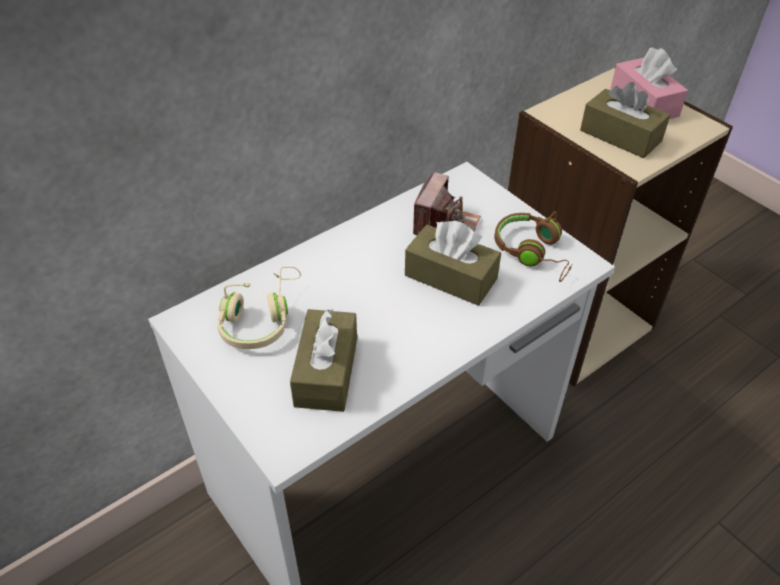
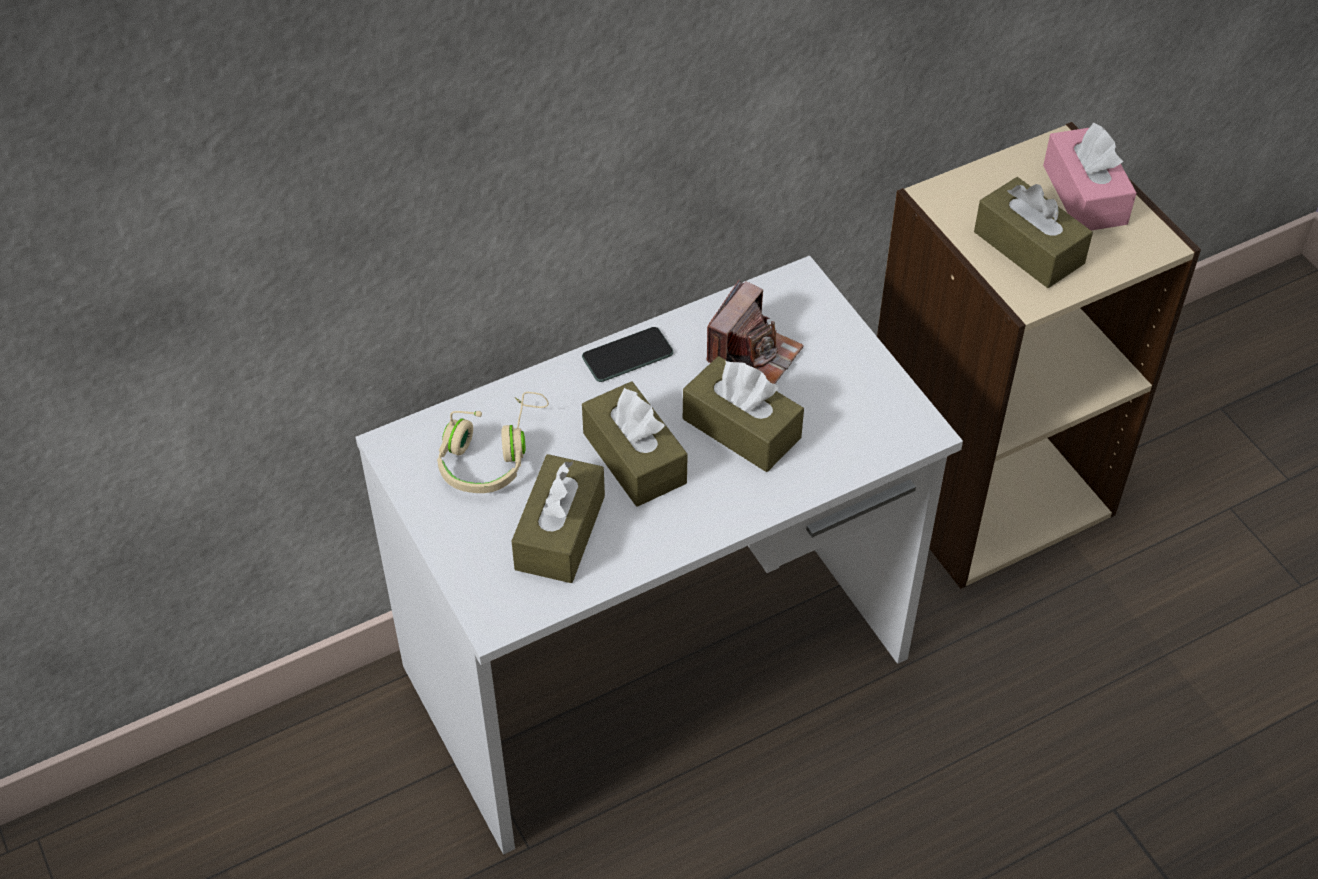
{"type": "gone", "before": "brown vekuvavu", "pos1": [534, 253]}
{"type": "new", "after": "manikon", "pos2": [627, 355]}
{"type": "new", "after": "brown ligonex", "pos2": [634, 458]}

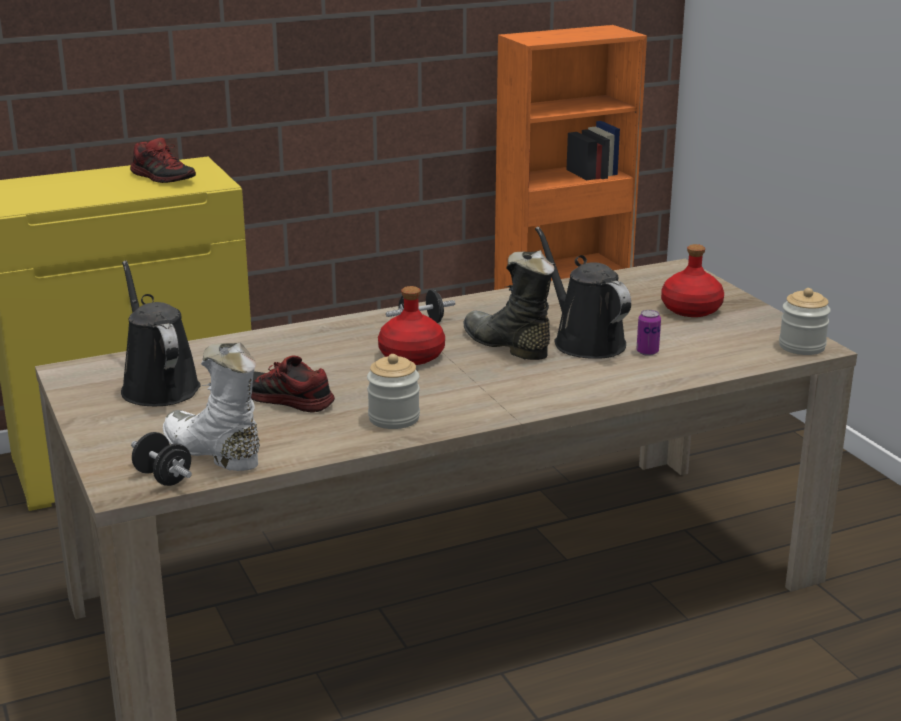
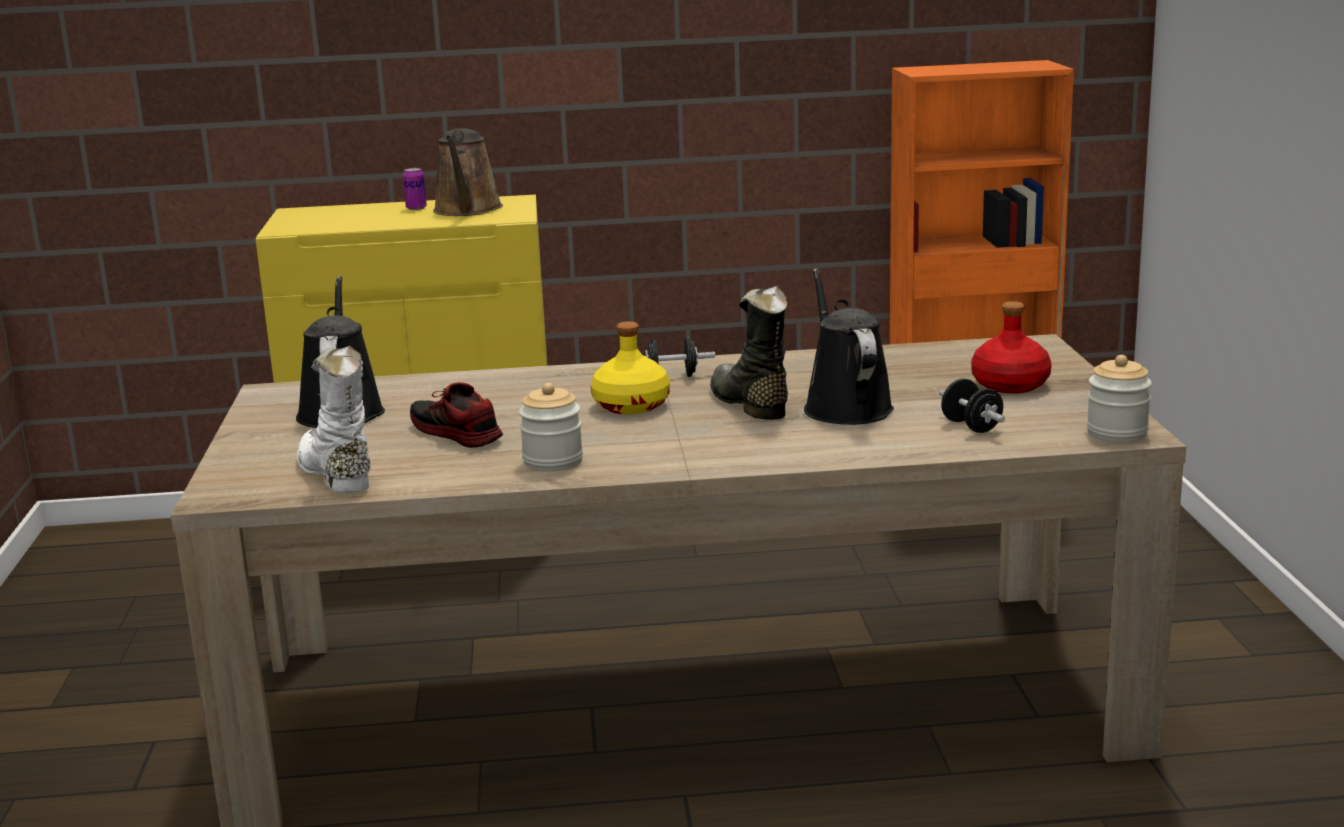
{"type": "swapped", "before": "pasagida", "after": "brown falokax", "pos1": [163, 178], "pos2": [467, 210]}
{"type": "shifted", "before": "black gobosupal", "pos1": [163, 477], "pos2": [971, 426]}
{"type": "repainted", "before": "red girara", "after": "yellow girara", "pos1": [412, 356], "pos2": [632, 406]}
{"type": "shifted", "before": "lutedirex", "pos1": [647, 352], "pos2": [416, 208]}

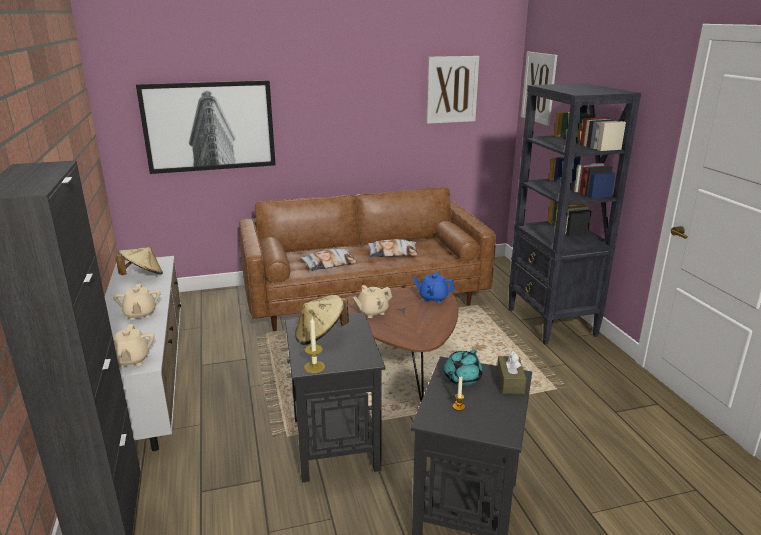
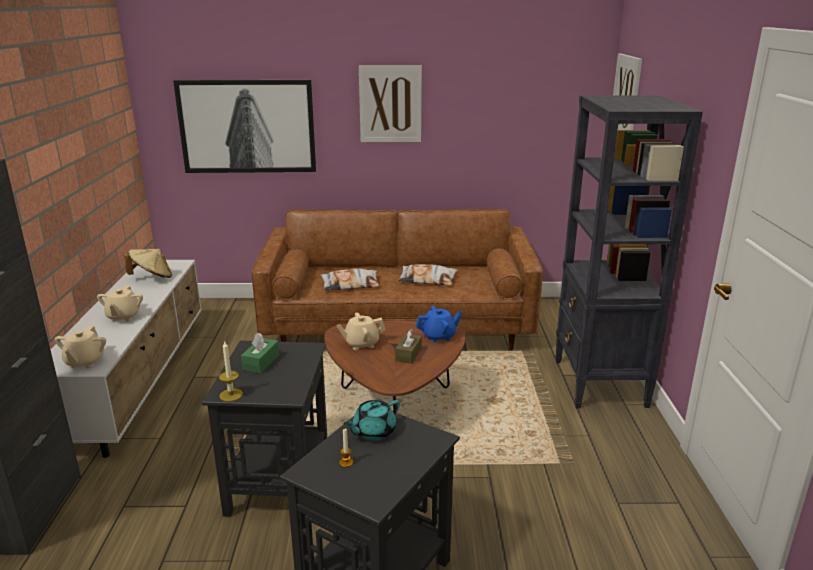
{"type": "swapped", "before": "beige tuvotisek", "after": "green ligonex", "pos1": [320, 336], "pos2": [261, 362]}
{"type": "rotated", "before": "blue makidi", "pos1": [433, 298], "pos2": [438, 336], "turn": 135}
{"type": "shifted", "before": "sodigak", "pos1": [452, 89], "pos2": [390, 104]}
{"type": "shifted", "before": "brown ligonex", "pos1": [510, 382], "pos2": [408, 354]}

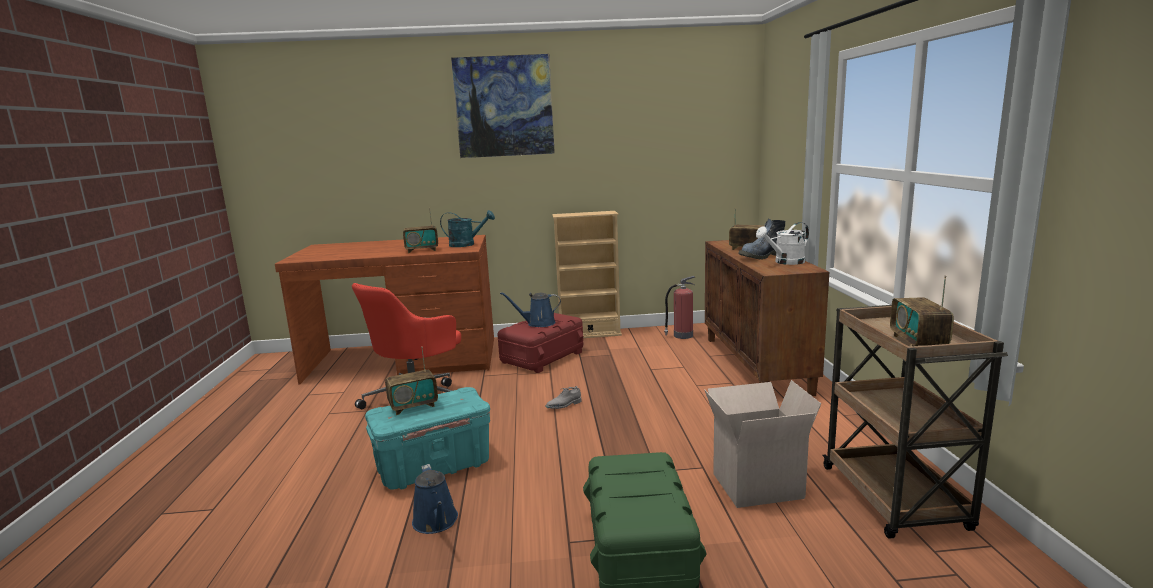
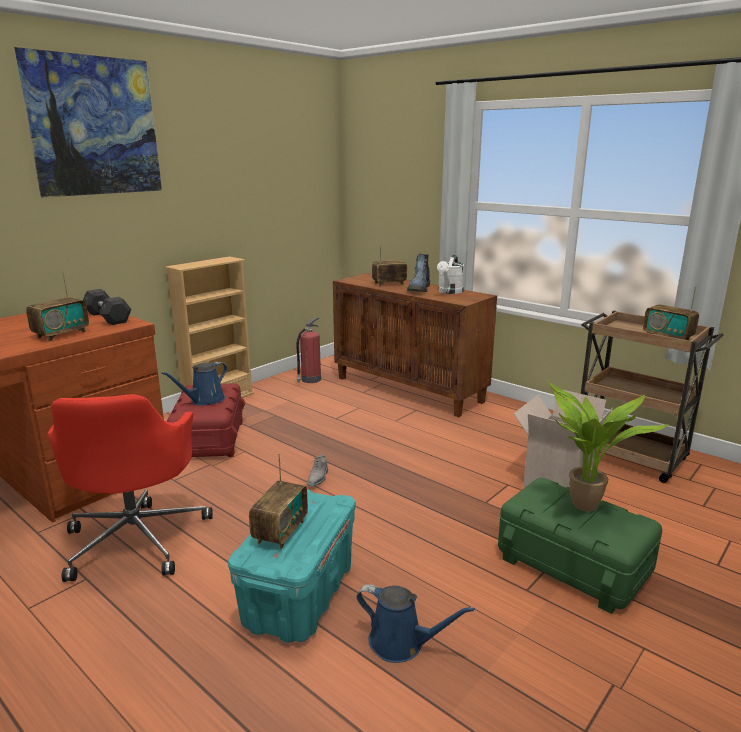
{"type": "swapped", "before": "turquoise falokax", "after": "grey gobosupal", "pos1": [467, 244], "pos2": [107, 317]}
{"type": "new", "after": "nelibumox", "pos2": [584, 508]}

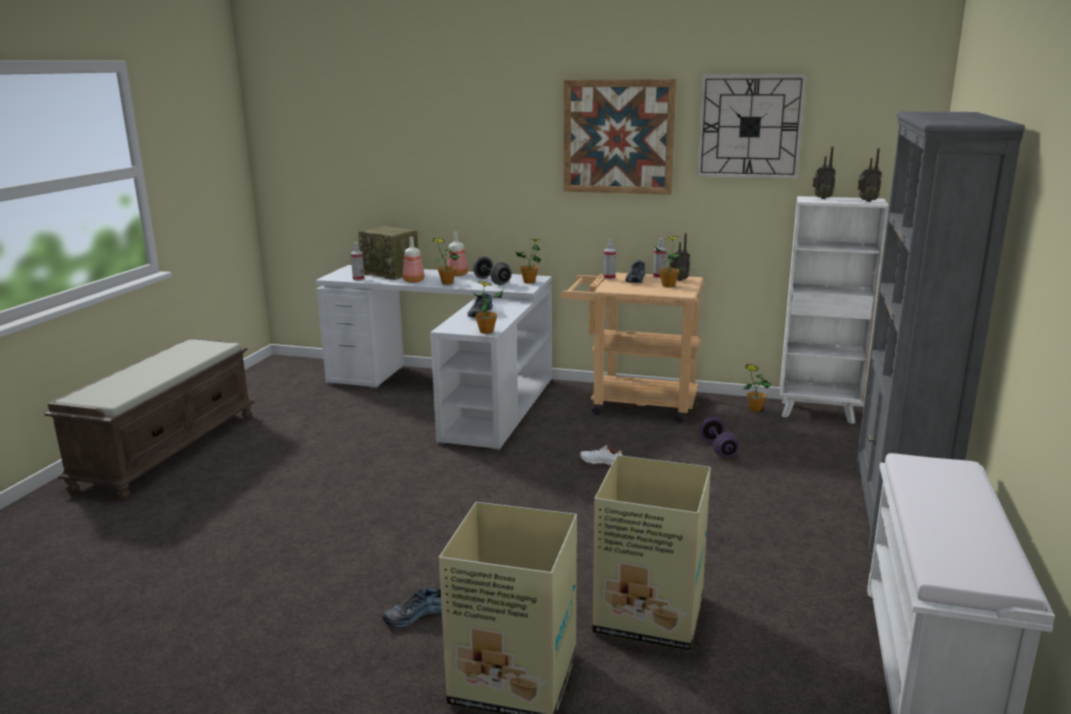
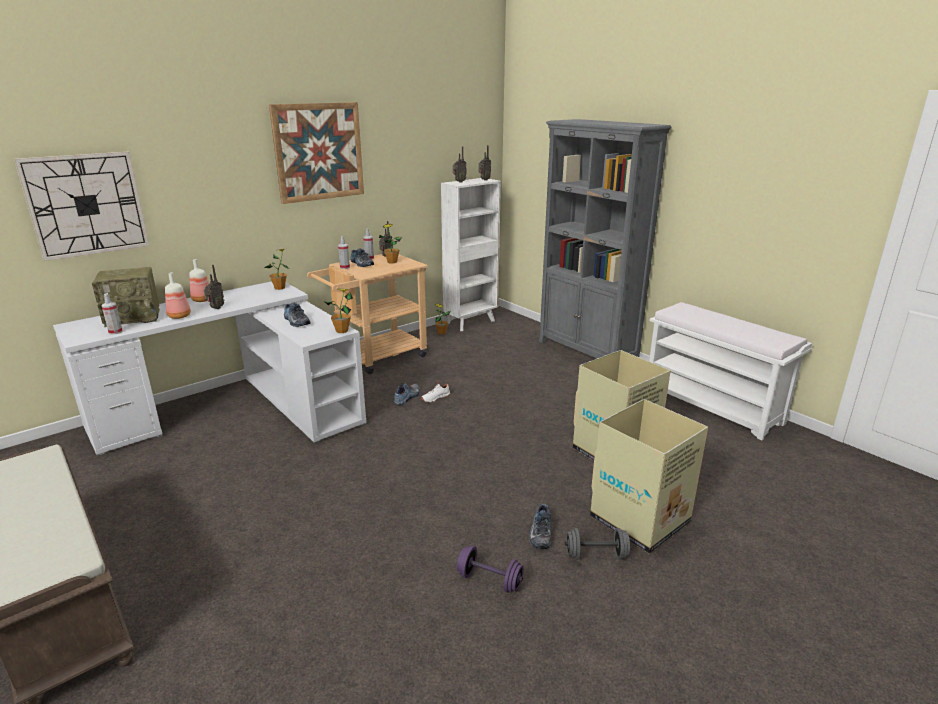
{"type": "swapped", "before": "nelibumox", "after": "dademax", "pos1": [447, 283], "pos2": [215, 308]}
{"type": "shifted", "before": "grey gobosupal", "pos1": [492, 281], "pos2": [596, 555]}
{"type": "shifted", "before": "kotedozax", "pos1": [750, 126], "pos2": [86, 205]}
{"type": "shifted", "before": "purple gobosupal", "pos1": [718, 449], "pos2": [489, 580]}
{"type": "new", "after": "pasagida", "pos2": [408, 397]}

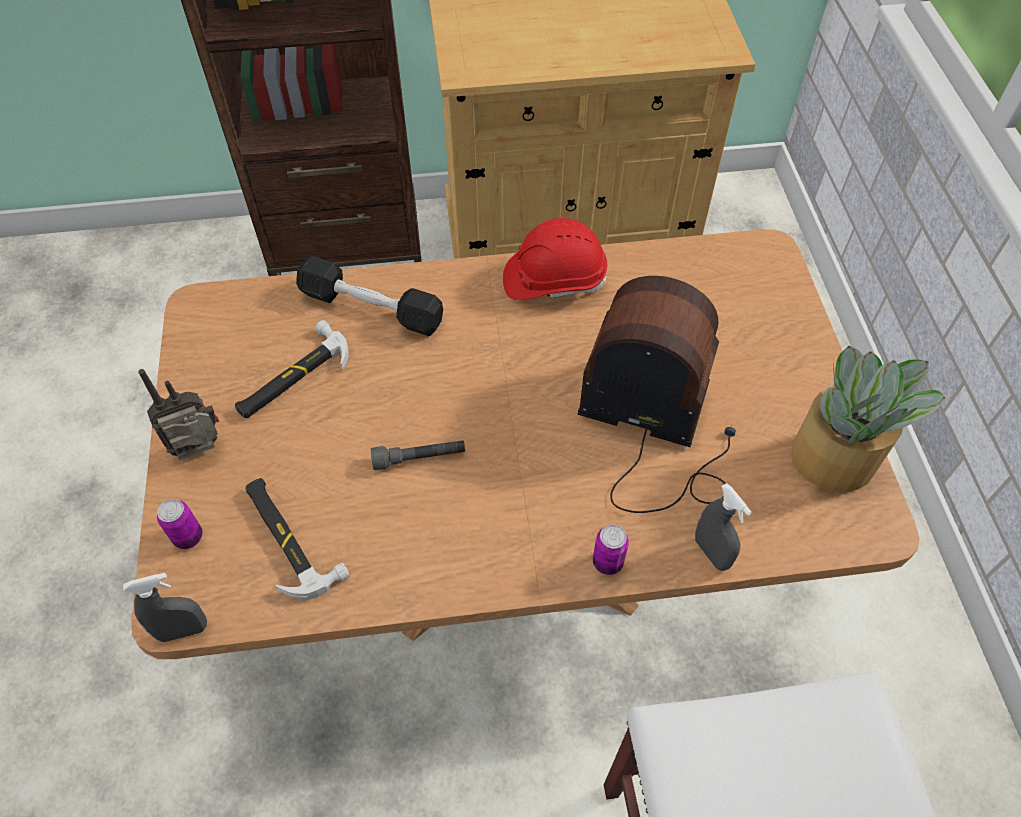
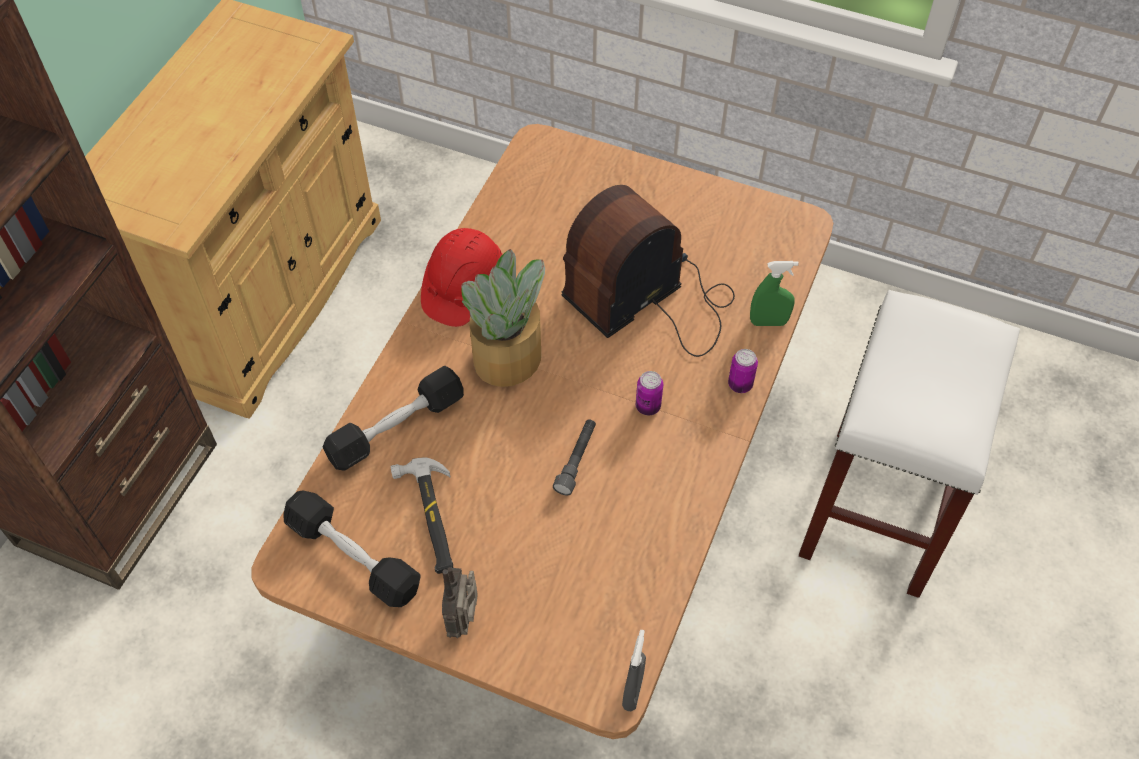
{"type": "shifted", "before": "lutedirex", "pos1": [188, 537], "pos2": [648, 406]}
{"type": "gone", "before": "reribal", "pos1": [288, 538]}
{"type": "repainted", "before": "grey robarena", "after": "green robarena", "pos1": [711, 553], "pos2": [768, 322]}
{"type": "shifted", "before": "nelibumox", "pos1": [835, 460], "pos2": [509, 357]}
{"type": "new", "after": "black gobosupal", "pos2": [353, 557]}

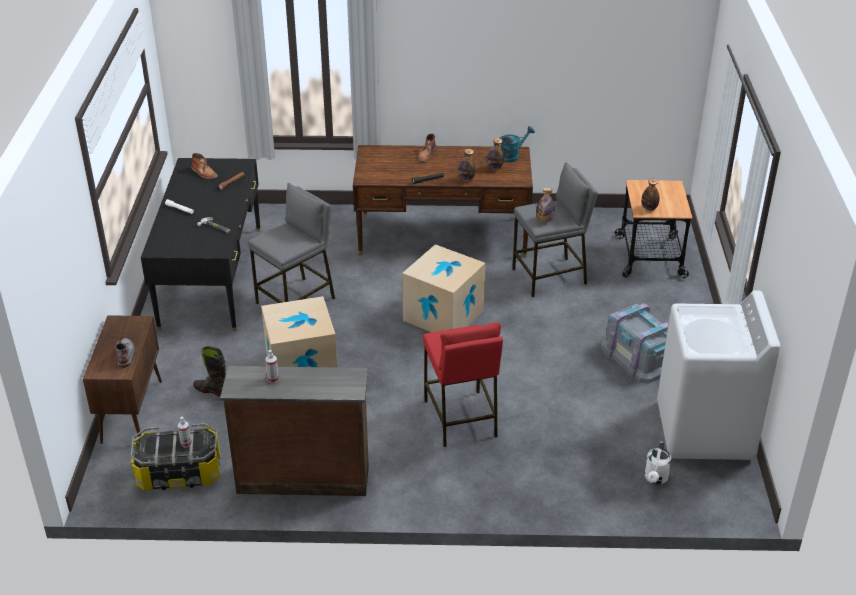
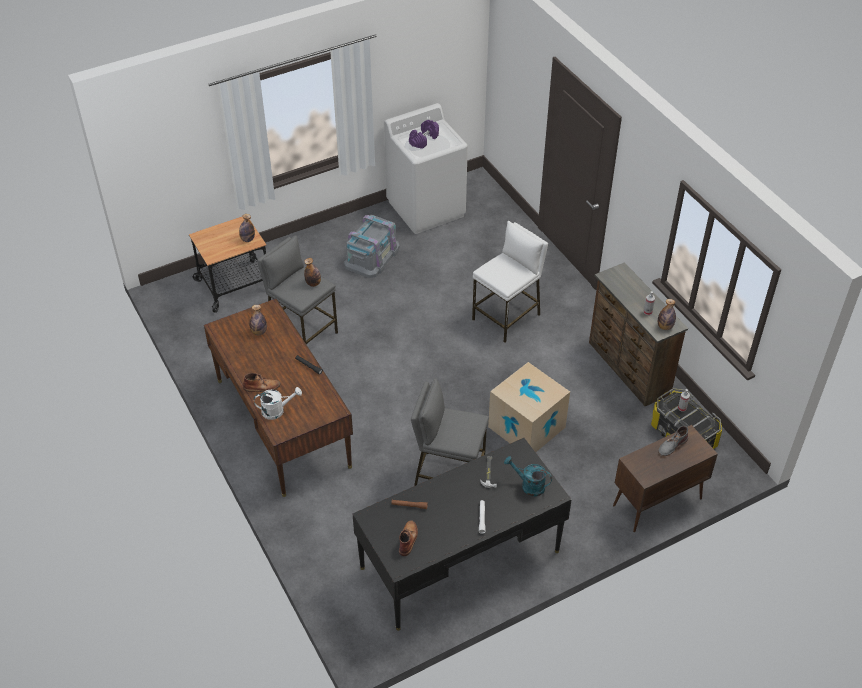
{"type": "gone", "before": "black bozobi", "pos1": [212, 390]}
{"type": "gone", "before": "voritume", "pos1": [443, 315]}
{"type": "repainted", "before": "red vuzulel", "after": "white vuzulel", "pos1": [460, 418], "pos2": [507, 317]}
{"type": "shifted", "before": "girara", "pos1": [466, 179], "pos2": [665, 327]}
{"type": "shifted", "before": "turquoise falokax", "pos1": [512, 156], "pos2": [528, 485]}
{"type": "shifted", "before": "white falokax", "pos1": [655, 479], "pos2": [277, 410]}
{"type": "new", "after": "purple gobosupal", "pos2": [423, 140]}

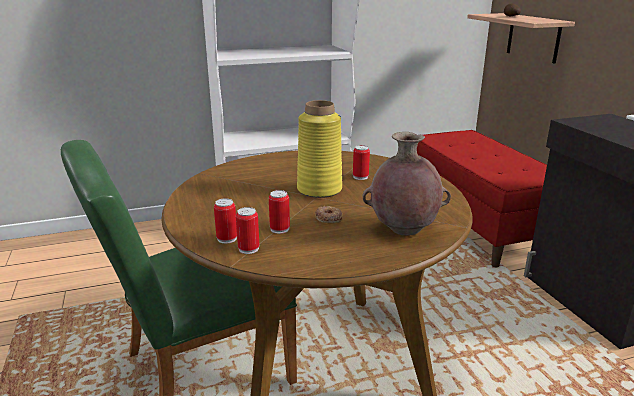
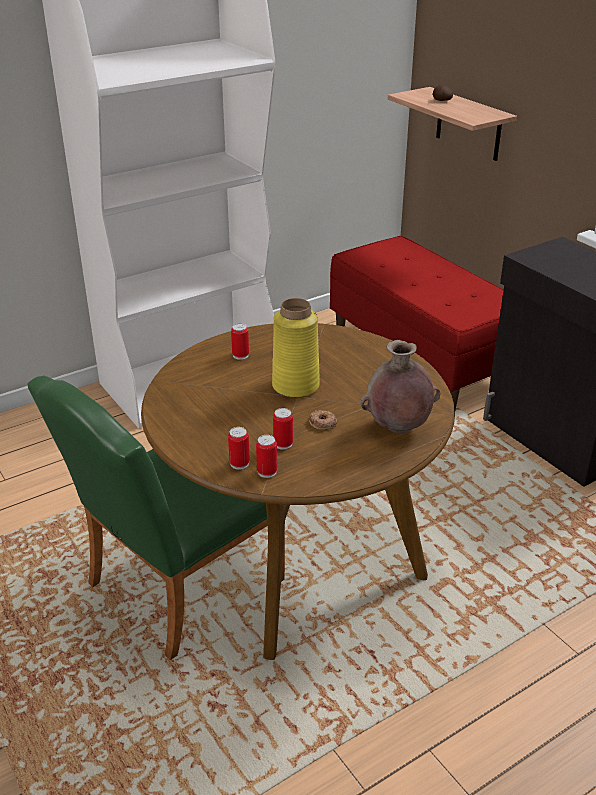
{"type": "shifted", "before": "lutedirex", "pos1": [360, 177], "pos2": [240, 355]}

